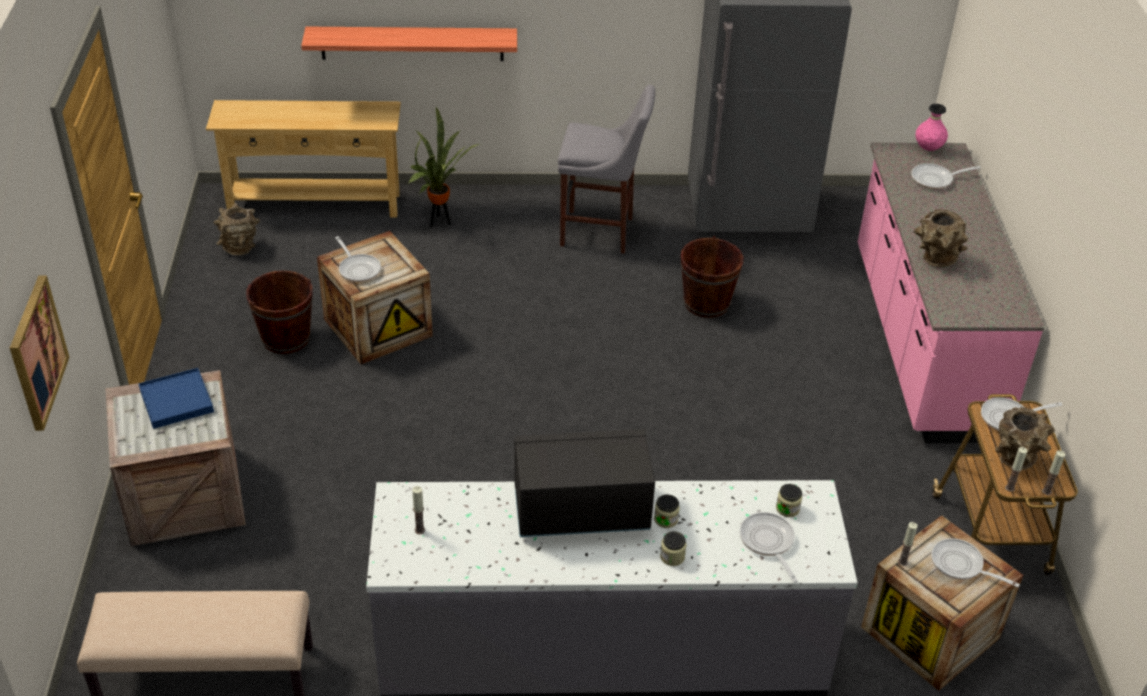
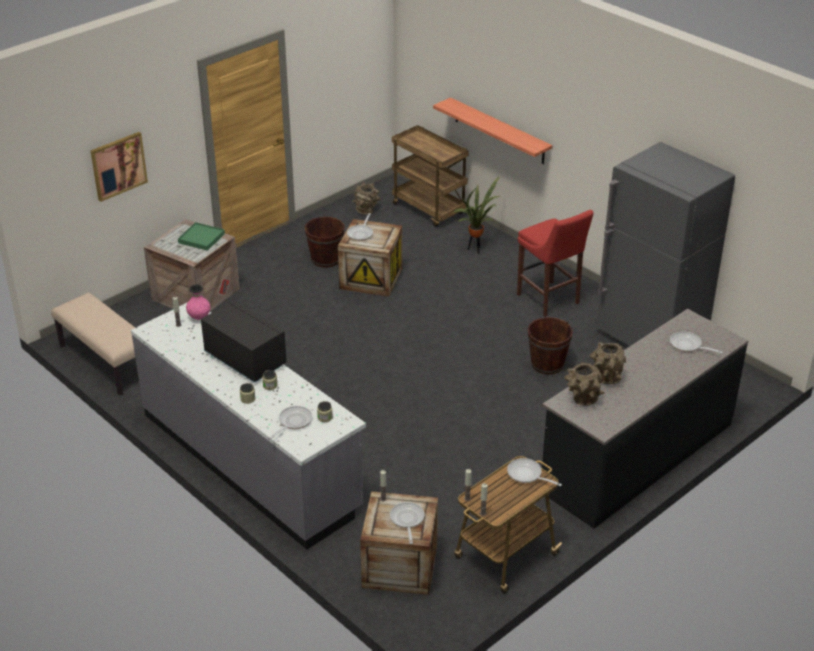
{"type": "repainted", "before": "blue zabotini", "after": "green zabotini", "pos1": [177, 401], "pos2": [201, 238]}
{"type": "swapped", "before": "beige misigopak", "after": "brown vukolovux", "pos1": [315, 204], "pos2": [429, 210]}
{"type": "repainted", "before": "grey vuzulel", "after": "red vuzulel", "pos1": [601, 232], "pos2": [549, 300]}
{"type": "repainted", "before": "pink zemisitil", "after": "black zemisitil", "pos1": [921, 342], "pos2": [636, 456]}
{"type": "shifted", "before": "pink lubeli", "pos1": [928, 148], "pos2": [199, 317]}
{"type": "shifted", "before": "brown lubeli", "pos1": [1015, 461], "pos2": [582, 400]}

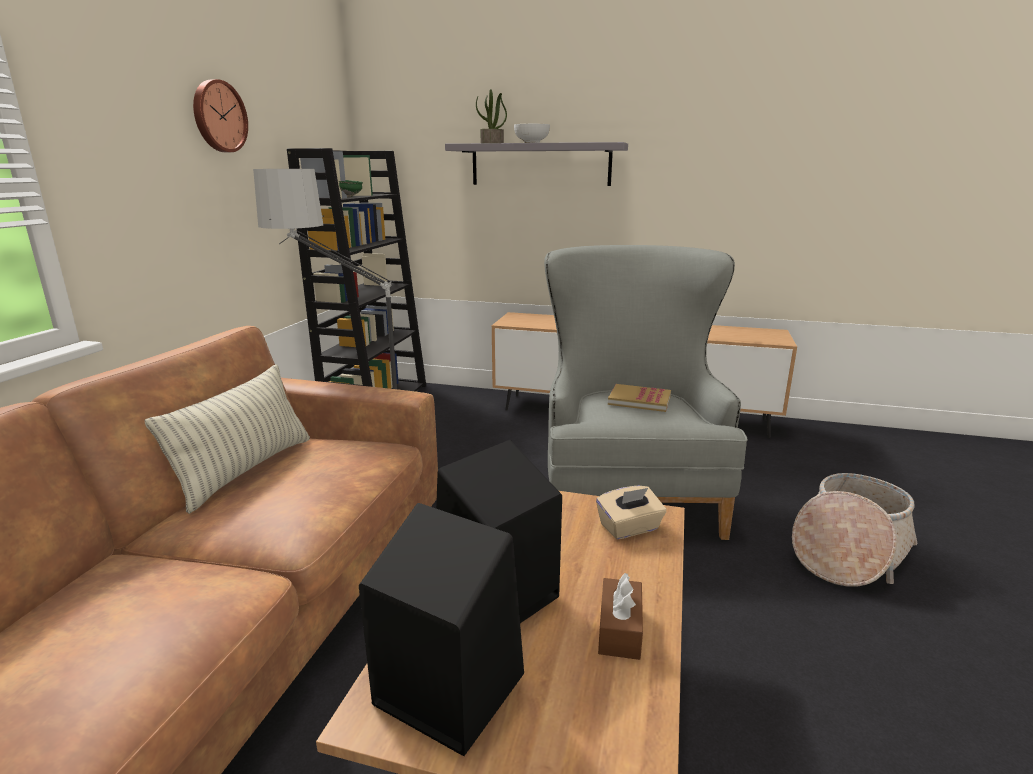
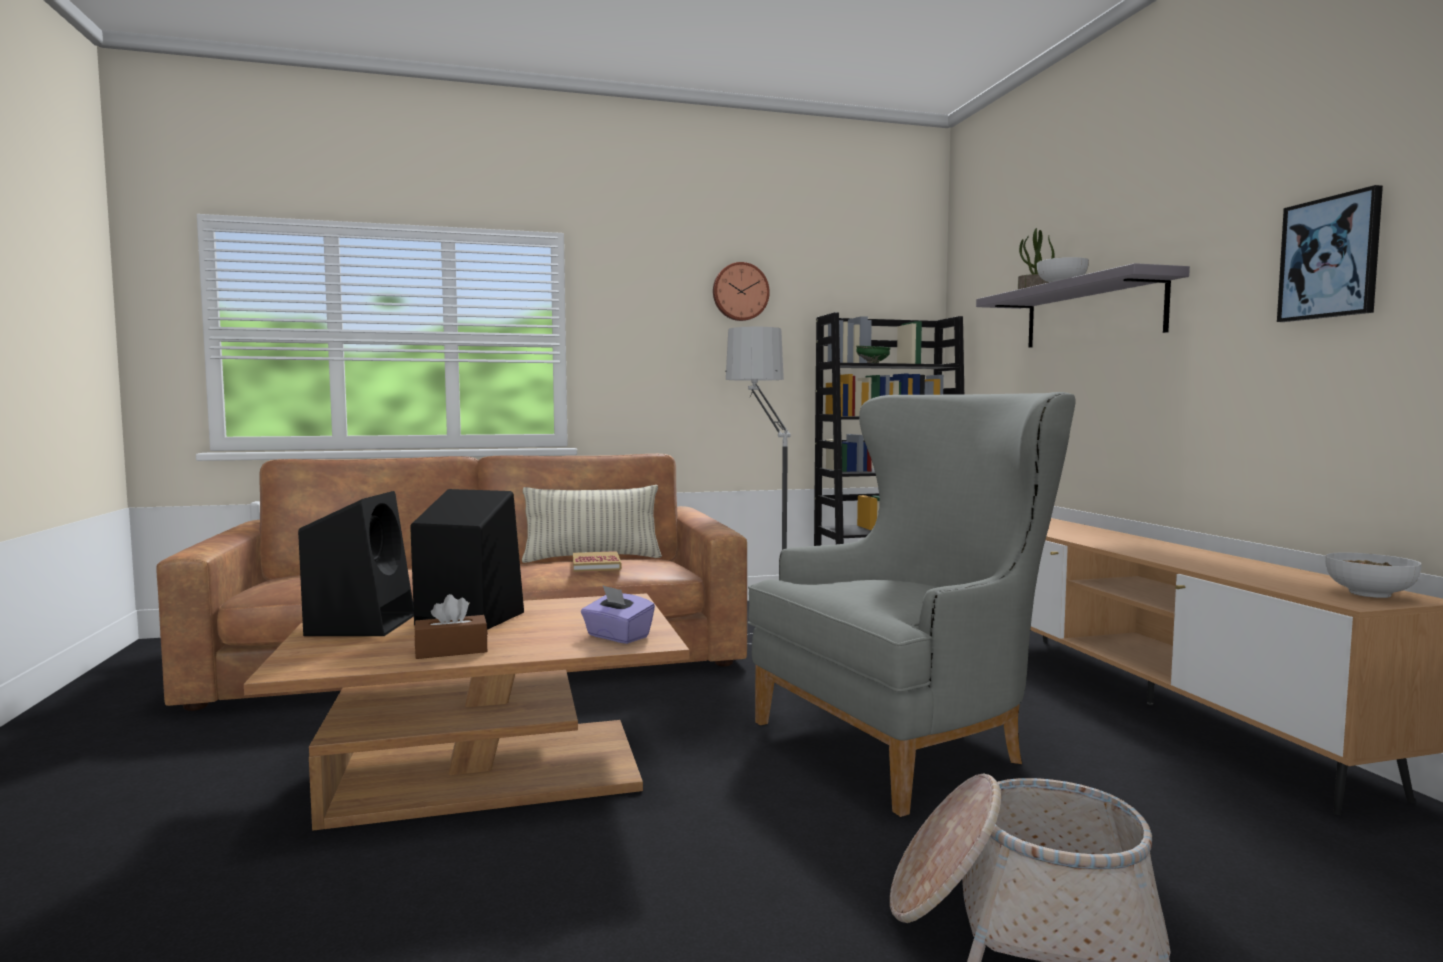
{"type": "repainted", "before": "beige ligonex", "after": "purple ligonex", "pos1": [629, 528], "pos2": [617, 637]}
{"type": "shifted", "before": "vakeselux", "pos1": [639, 400], "pos2": [596, 565]}
{"type": "new", "after": "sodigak", "pos2": [1330, 258]}
{"type": "new", "after": "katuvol", "pos2": [1368, 594]}

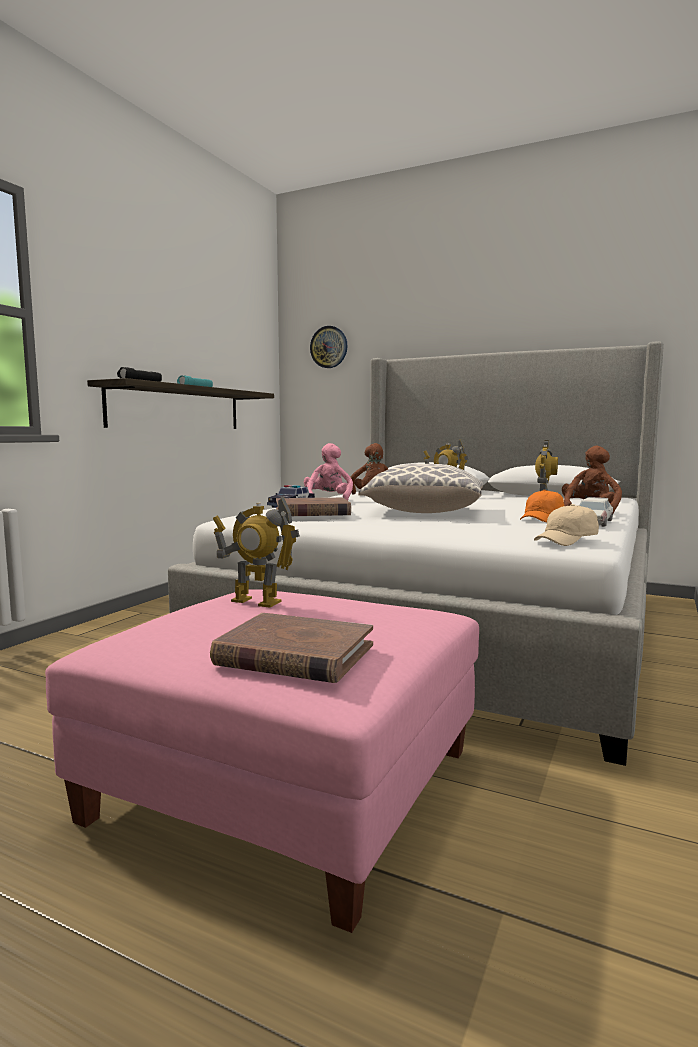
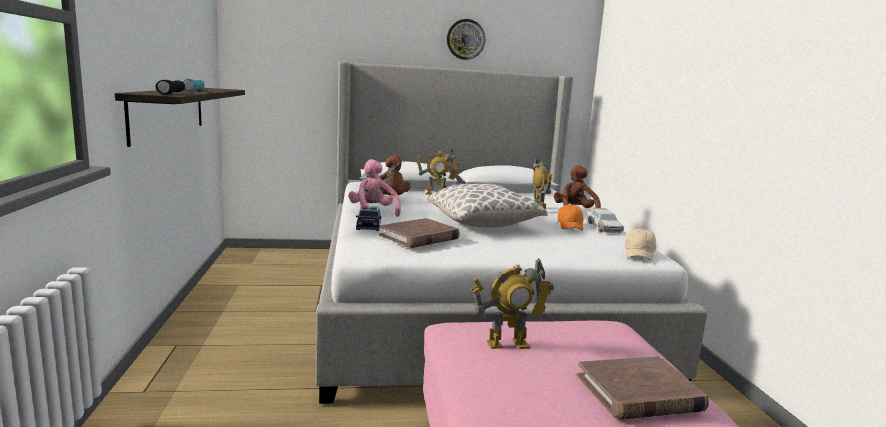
{"type": "shifted", "before": "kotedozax", "pos1": [329, 347], "pos2": [465, 39]}

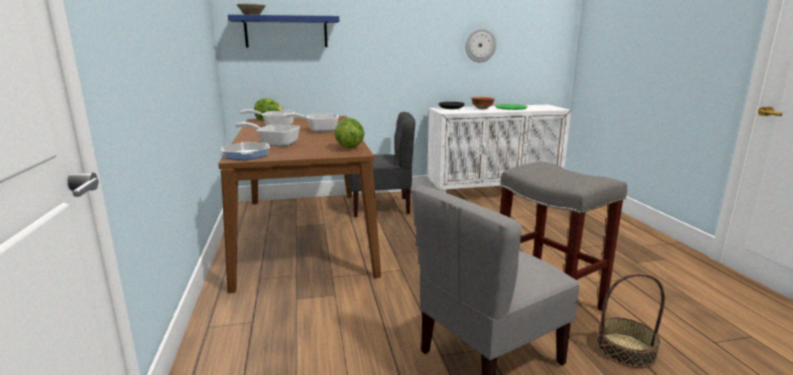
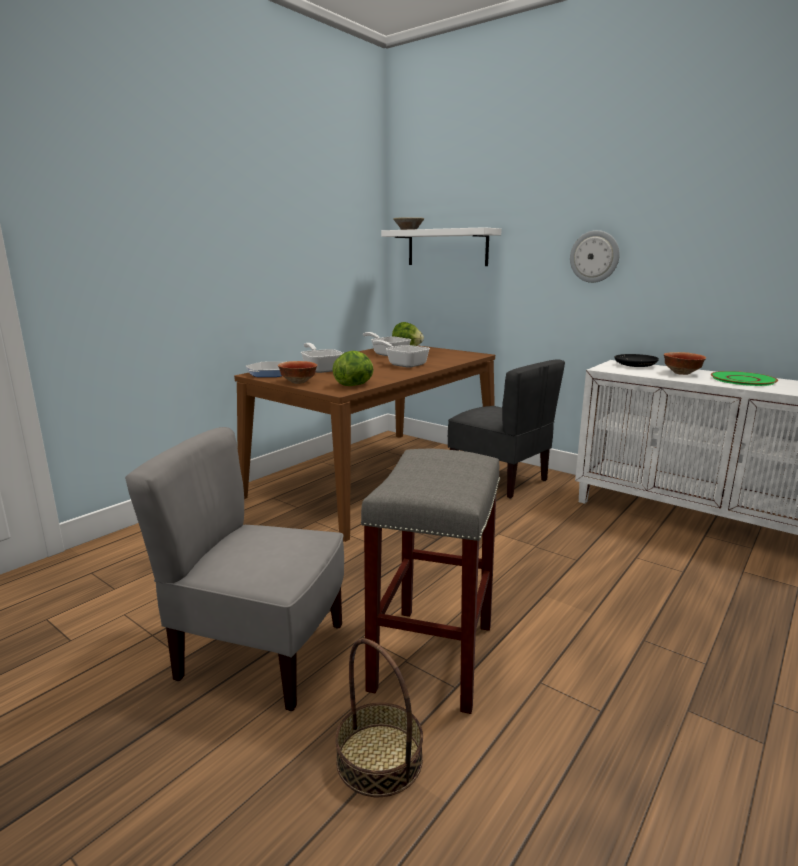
{"type": "repainted", "before": "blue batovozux", "after": "white batovozux", "pos1": [286, 32], "pos2": [447, 247]}
{"type": "shifted", "before": "kotedozax", "pos1": [480, 45], "pos2": [594, 256]}
{"type": "new", "after": "katuvol", "pos2": [299, 382]}

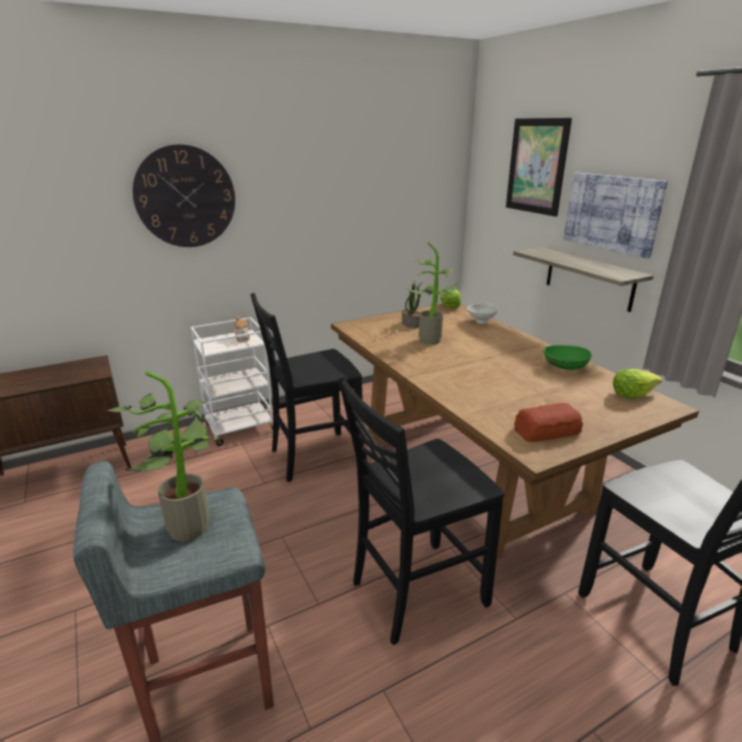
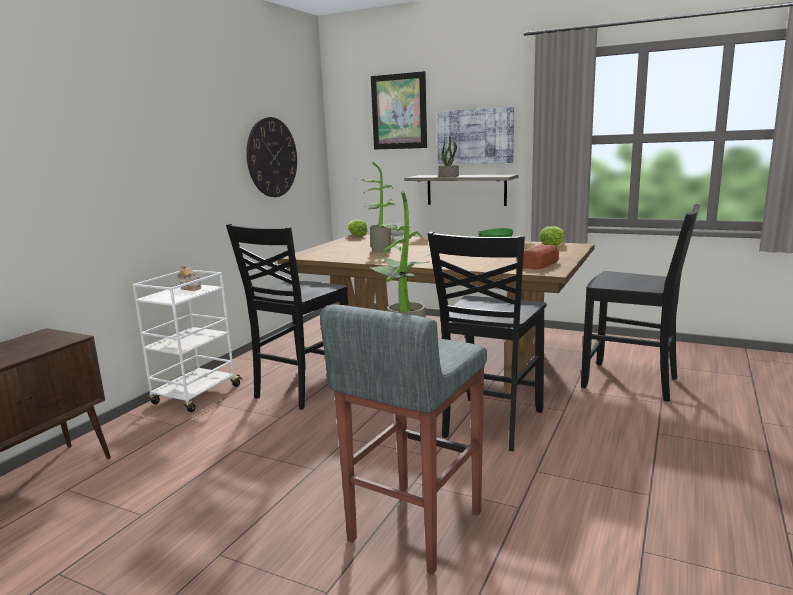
{"type": "shifted", "before": "kotedozax", "pos1": [185, 197], "pos2": [272, 157]}
{"type": "shifted", "before": "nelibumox", "pos1": [411, 324], "pos2": [449, 176]}

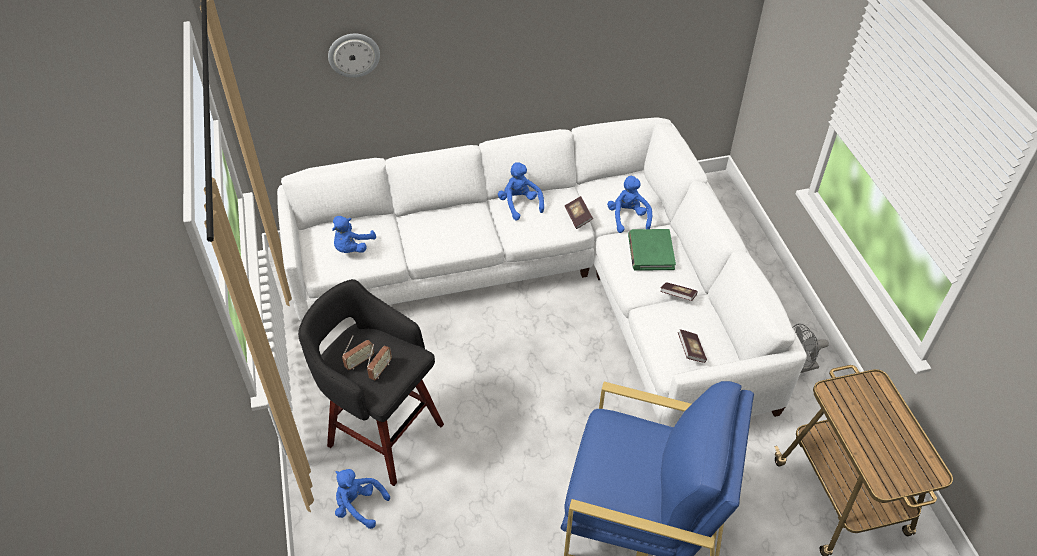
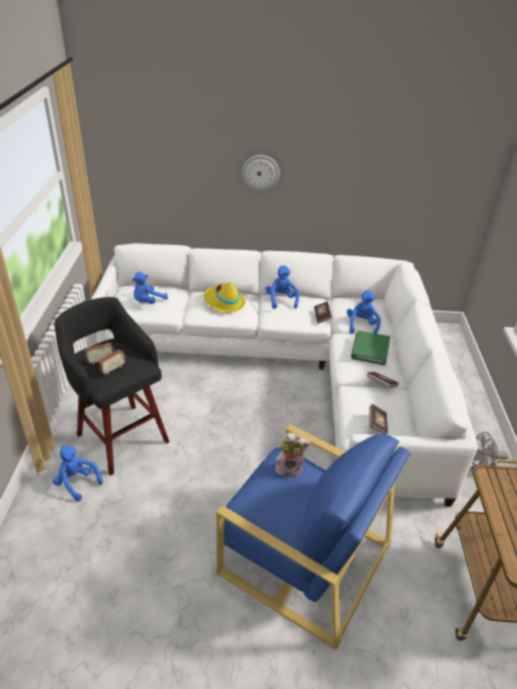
{"type": "shifted", "before": "kotedozax", "pos1": [354, 54], "pos2": [260, 172]}
{"type": "new", "after": "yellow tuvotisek", "pos2": [224, 302]}
{"type": "new", "after": "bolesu", "pos2": [289, 468]}

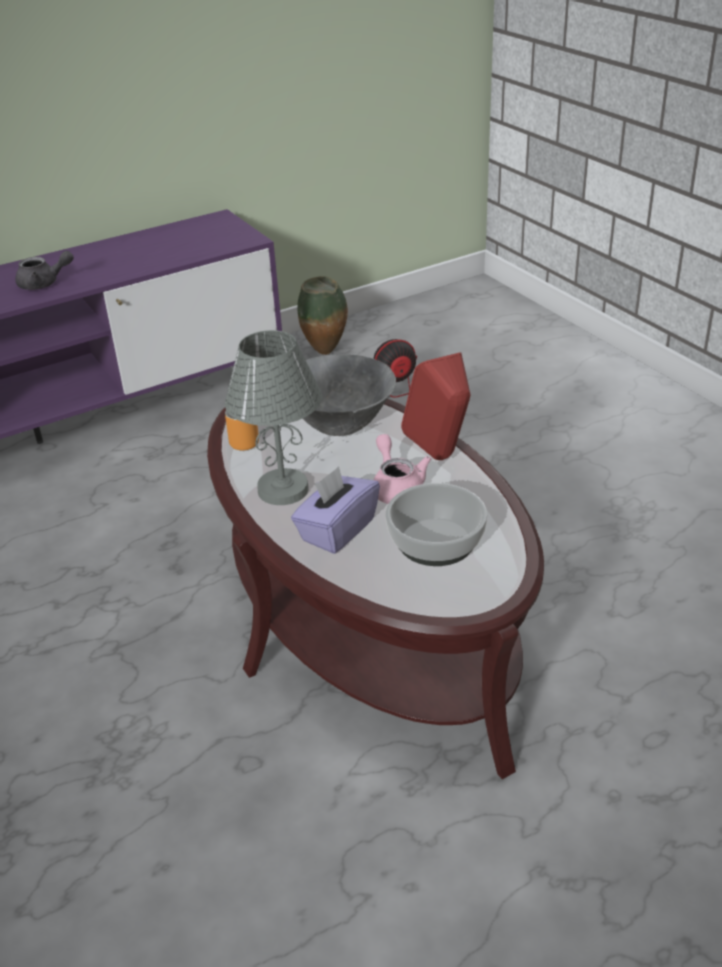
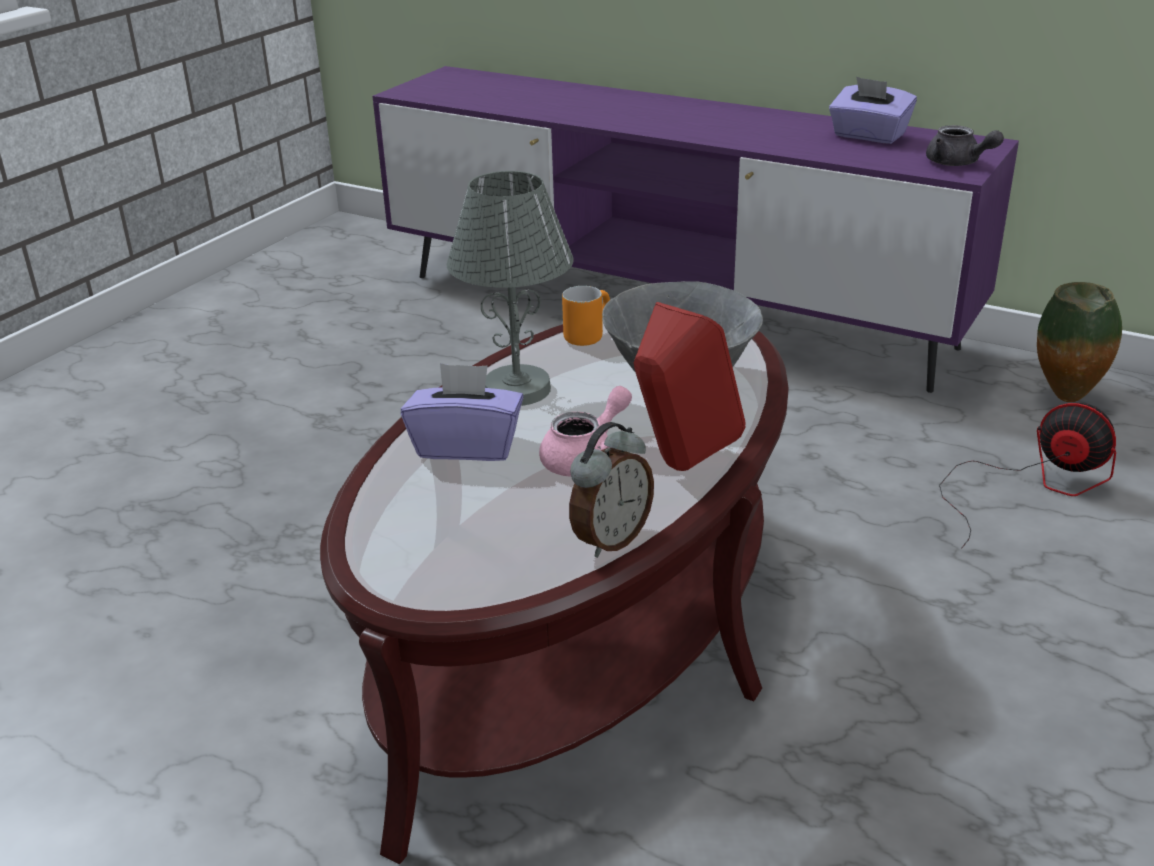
{"type": "shifted", "before": "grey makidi", "pos1": [44, 284], "pos2": [958, 163]}
{"type": "gone", "before": "katuvol", "pos1": [435, 542]}
{"type": "new", "after": "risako", "pos2": [610, 539]}
{"type": "new", "after": "purple ligonex", "pos2": [868, 136]}

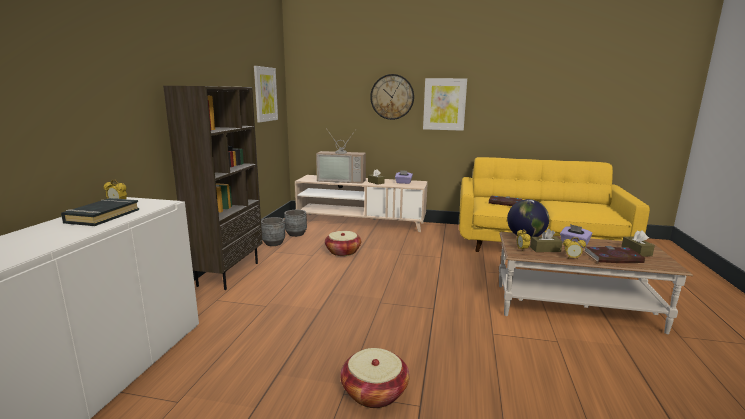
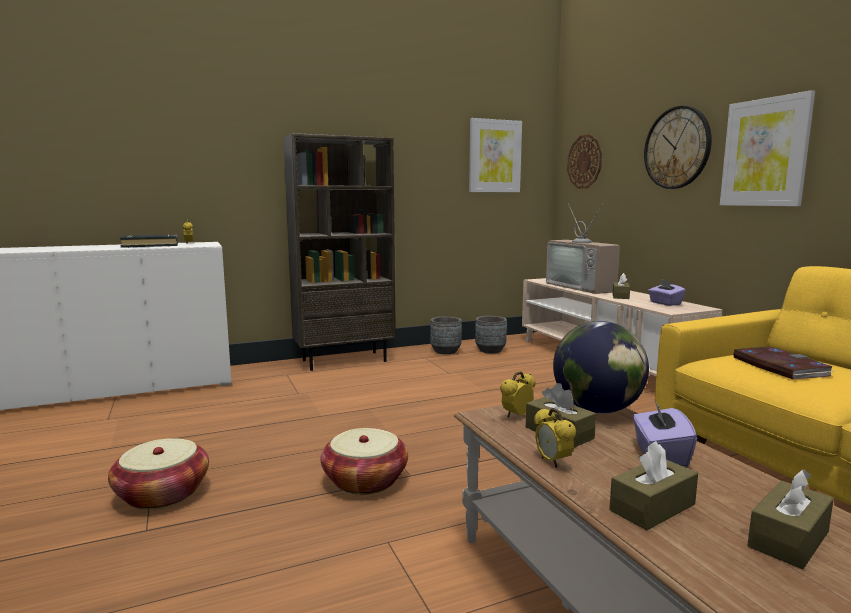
{"type": "shifted", "before": "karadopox", "pos1": [343, 252], "pos2": [365, 481]}
{"type": "swapped", "before": "vakeselux", "after": "brown ligonex", "pos1": [613, 257], "pos2": [652, 507]}
{"type": "new", "after": "kotedozax", "pos2": [584, 162]}

